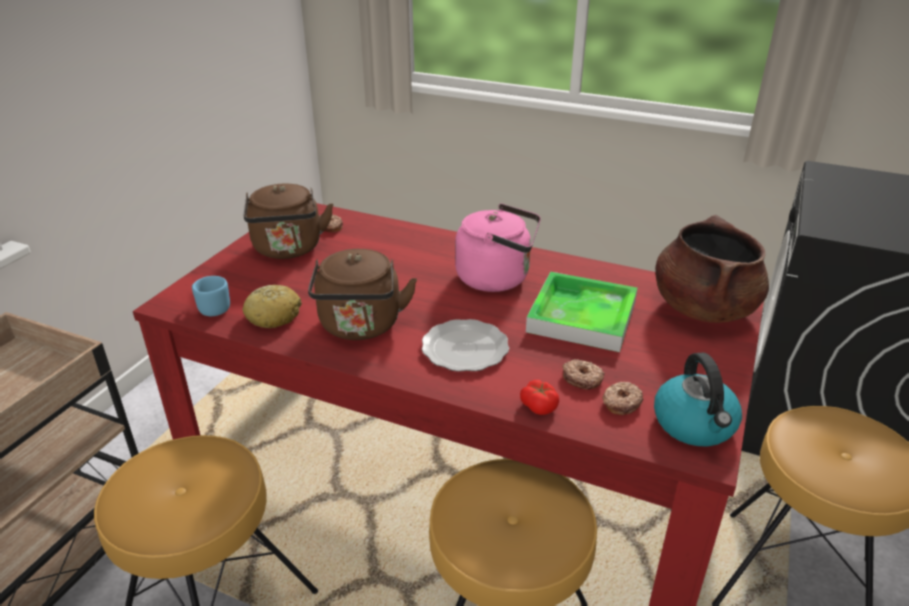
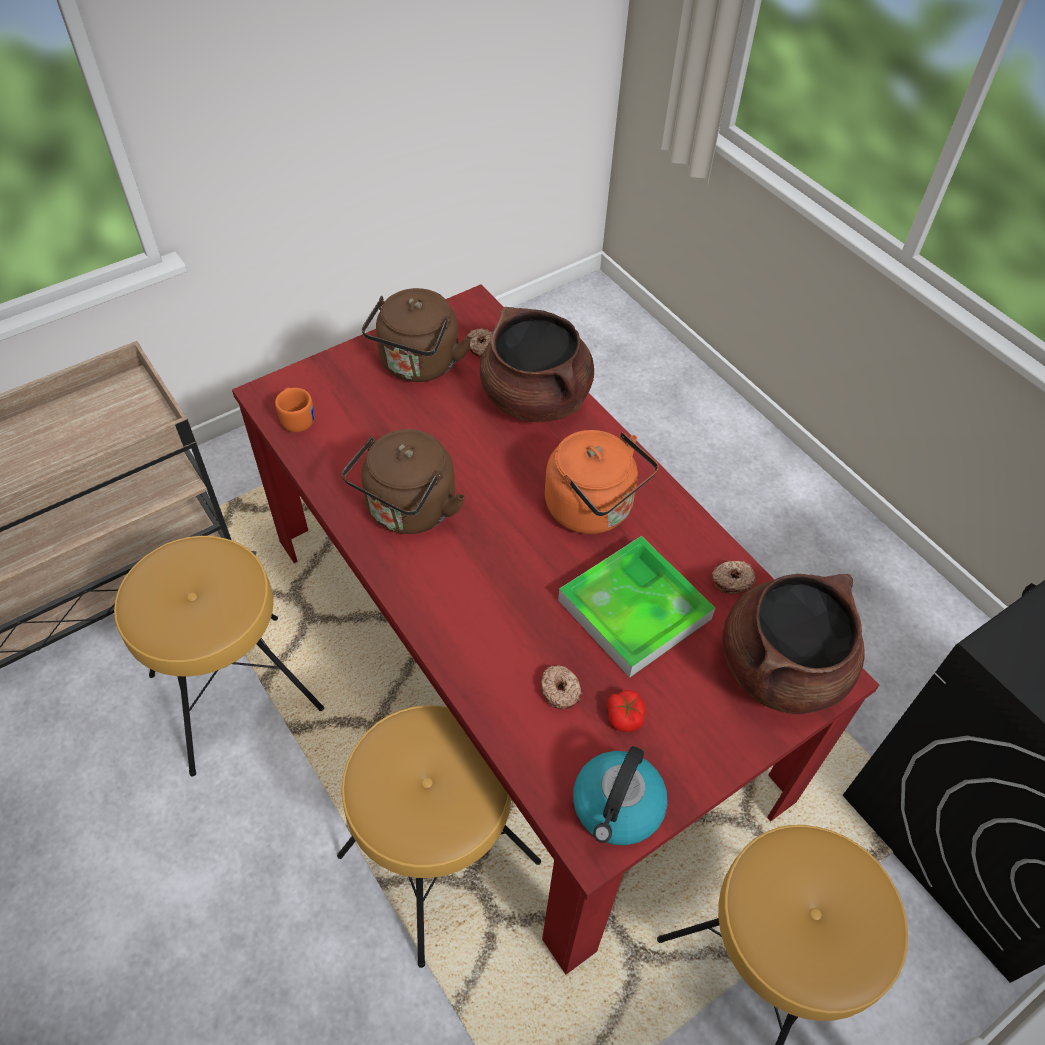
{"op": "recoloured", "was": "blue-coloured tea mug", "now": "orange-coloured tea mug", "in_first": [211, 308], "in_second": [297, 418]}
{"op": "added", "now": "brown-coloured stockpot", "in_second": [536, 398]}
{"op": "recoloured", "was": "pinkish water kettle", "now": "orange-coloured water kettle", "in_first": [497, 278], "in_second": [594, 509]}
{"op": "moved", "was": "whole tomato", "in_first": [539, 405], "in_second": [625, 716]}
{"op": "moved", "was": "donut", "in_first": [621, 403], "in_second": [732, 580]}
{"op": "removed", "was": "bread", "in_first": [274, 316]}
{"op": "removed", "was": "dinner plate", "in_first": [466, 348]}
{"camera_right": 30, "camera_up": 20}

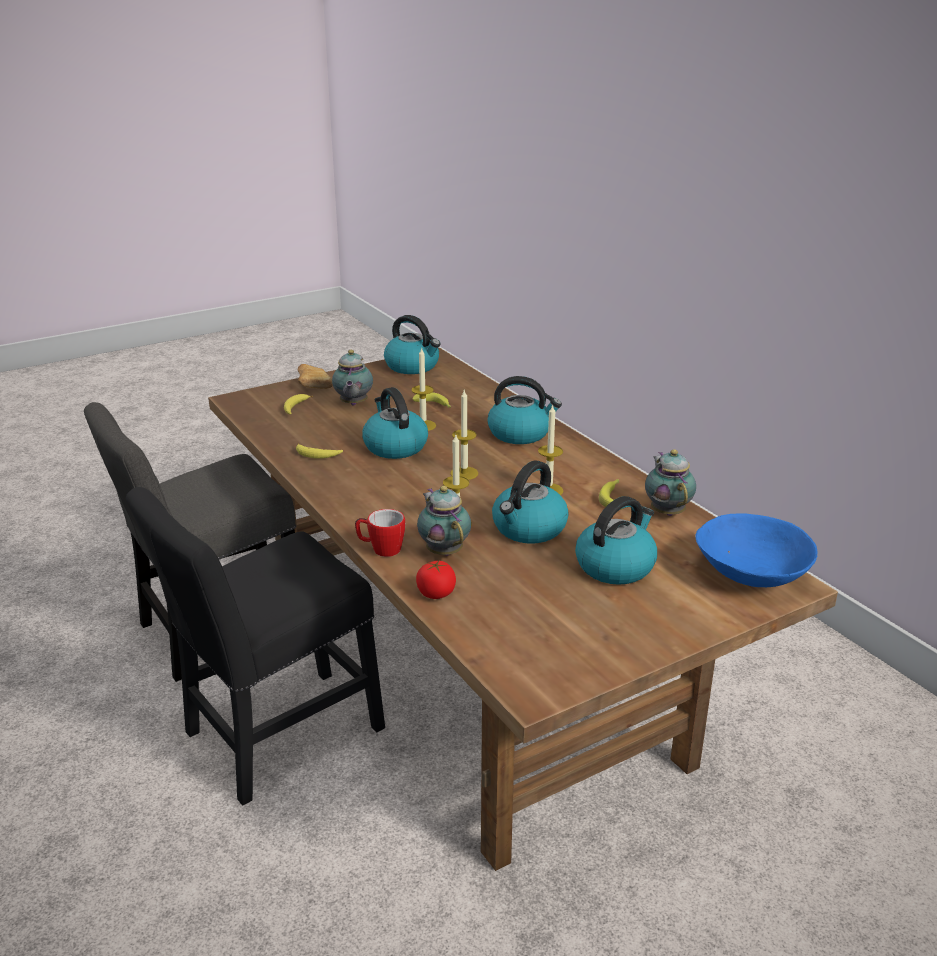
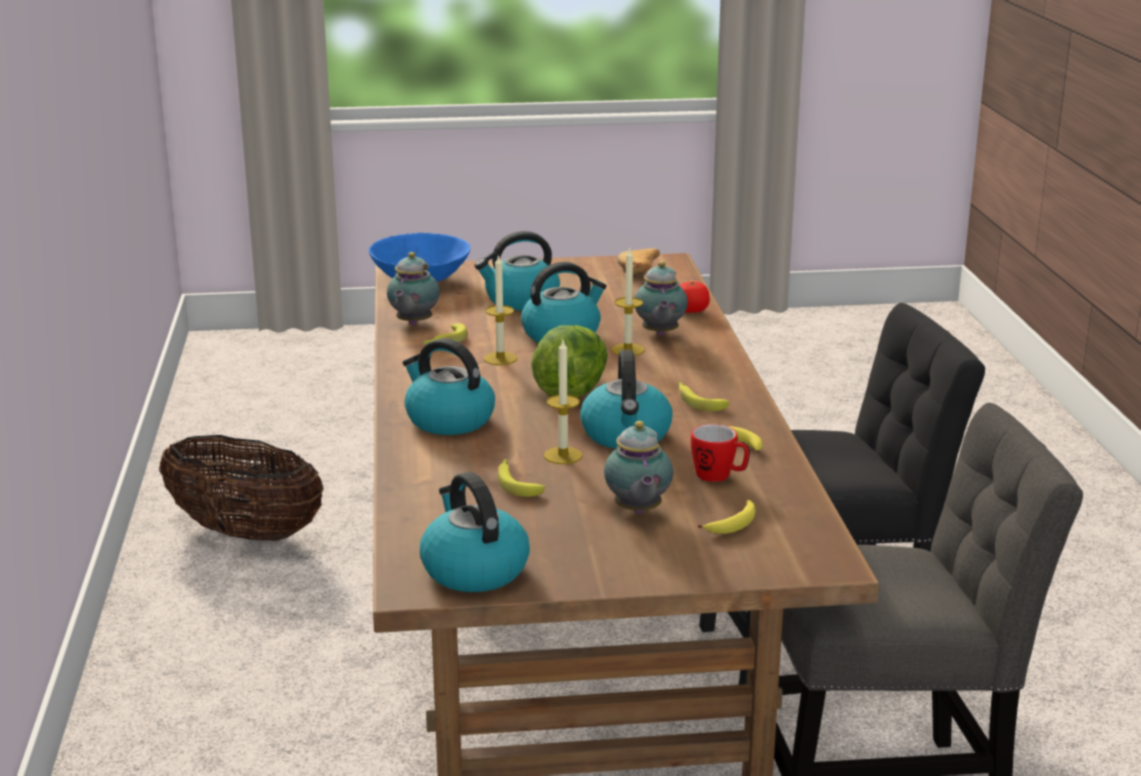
{"op": "added", "now": "household basket", "in_second": [245, 533]}
{"op": "replaced", "was": "wax light", "now": "lettuce head", "in_first": [464, 473], "in_second": [571, 390]}
{"op": "turned", "was": "teapot", "in_first": [353, 404], "in_second": [637, 511], "clockwise": 150}
{"op": "moved", "was": "bread", "in_first": [312, 383], "in_second": [638, 272]}
{"op": "added", "now": "banana", "in_second": [698, 401]}
{"op": "moved", "was": "tea mug", "in_first": [381, 549], "in_second": [719, 476]}
{"camera_right": -155, "camera_up": -5}

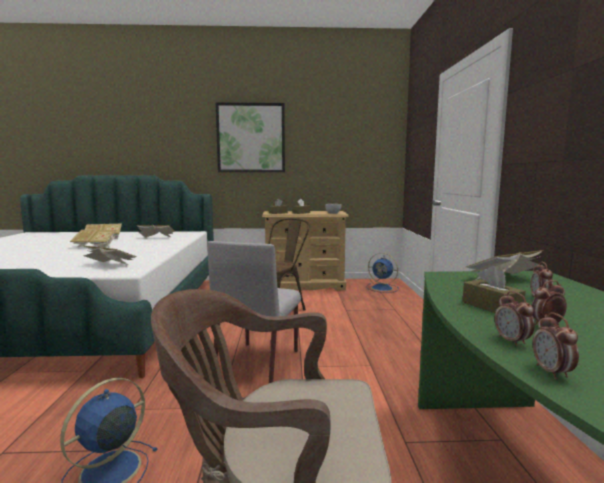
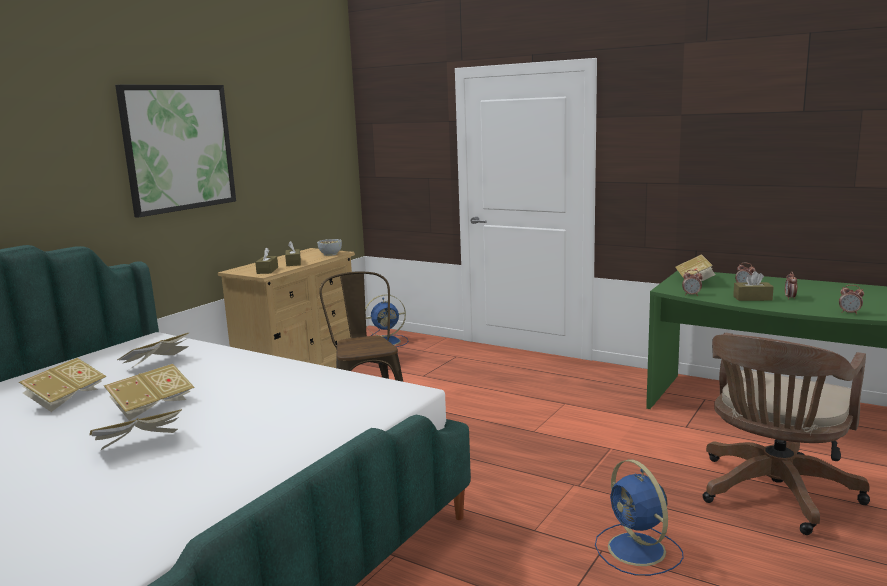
{"op": "moved", "was": "bound book", "in_first": [109, 265], "in_second": [139, 446]}
{"op": "moved", "was": "table clock", "in_first": [512, 341], "in_second": [691, 295]}
{"op": "removed", "was": "greyish plain chair", "in_first": [258, 363]}
{"camera_right": -55, "camera_up": 5}

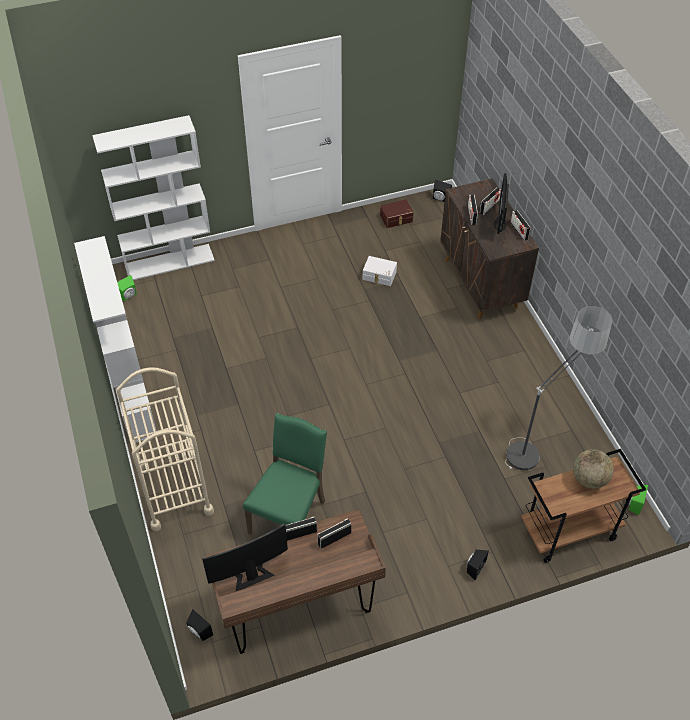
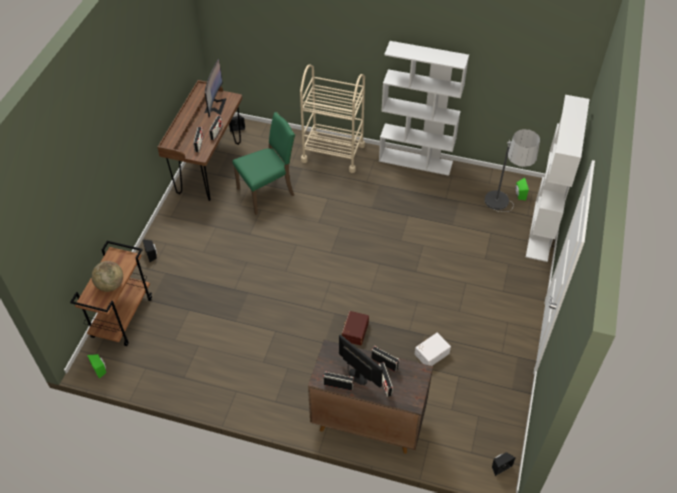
{"op": "turned", "was": "green plain chair", "in_first": [290, 516], "in_second": [267, 192], "clockwise": -90}
{"op": "moved", "was": "brown-coloured storage box", "in_first": [396, 219], "in_second": [354, 331]}
{"op": "moved", "was": "floor lamp", "in_first": [540, 442], "in_second": [500, 216]}
{"camera_right": 125, "camera_up": 0}

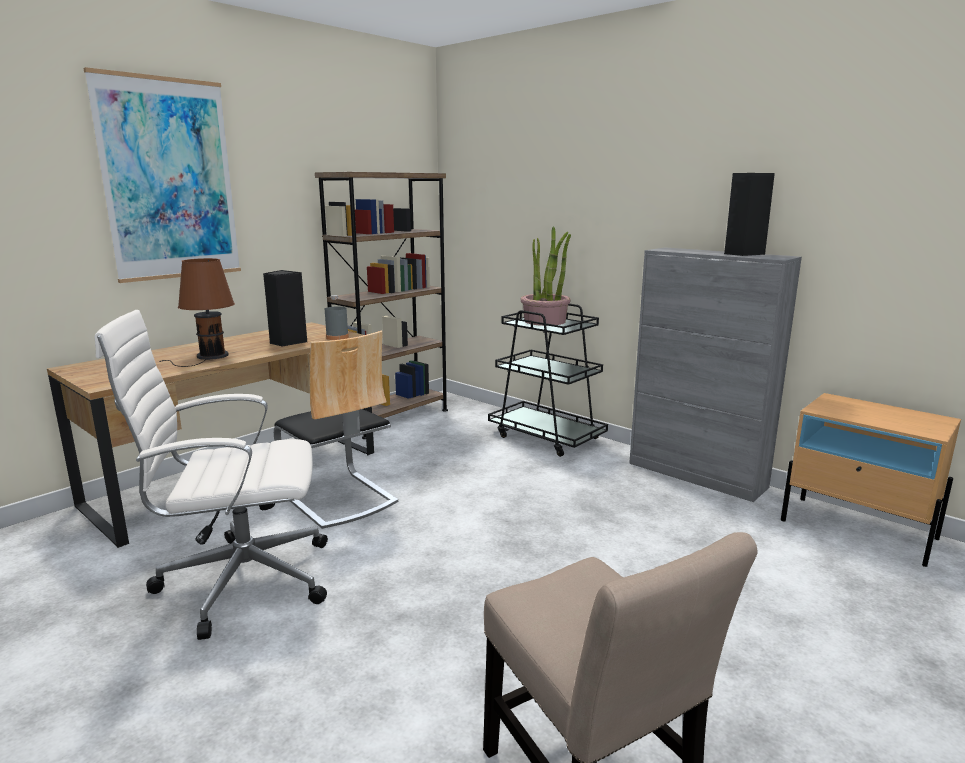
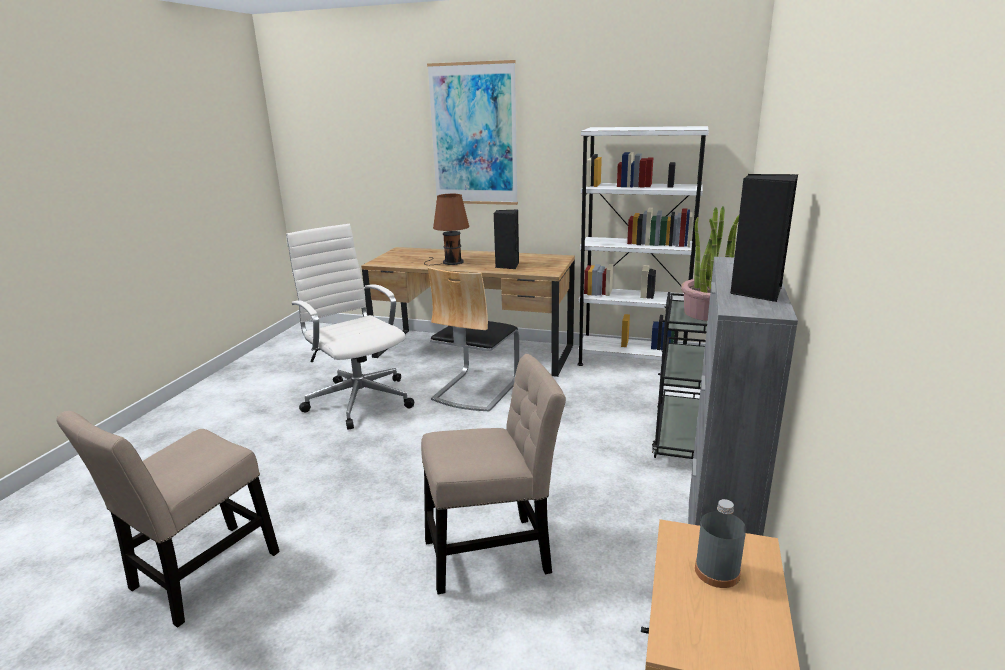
{"op": "added", "now": "beige plain chair", "in_second": [493, 553]}
{"op": "recoloured", "was": "brown-coloured bookshelf", "now": "whitish bookshelf", "in_first": [393, 418], "in_second": [632, 361]}
{"op": "moved", "was": "greyish bottle", "in_first": [337, 337], "in_second": [717, 571]}
{"camera_right": 65, "camera_up": 5}

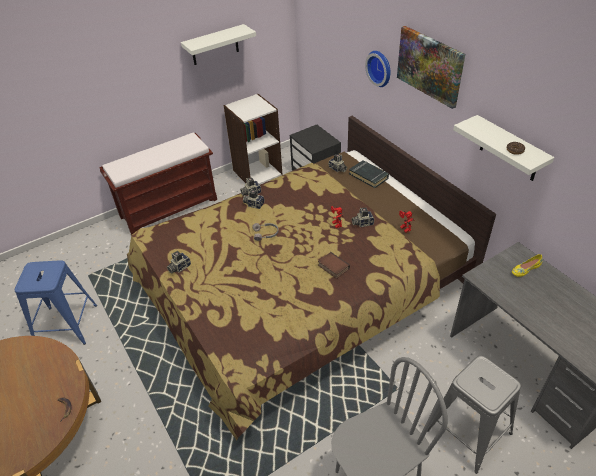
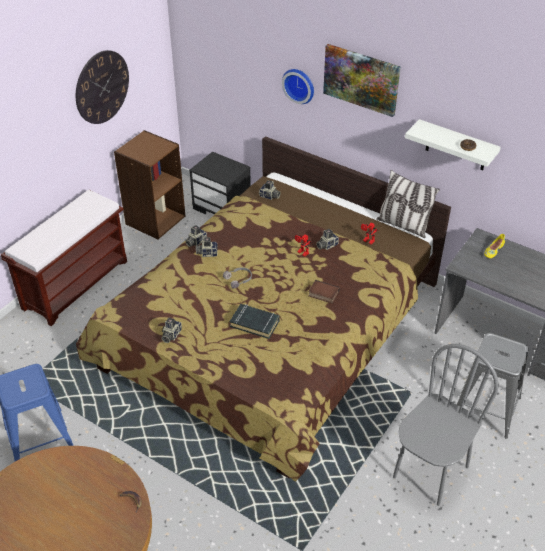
{"op": "replaced", "was": "whitish shelf", "now": "hanging clock", "in_first": [214, 45], "in_second": [102, 87]}
{"op": "recoloured", "was": "whitish bookshelf", "now": "brown-coloured bookshelf", "in_first": [257, 172], "in_second": [155, 220]}
{"op": "moved", "was": "blackish bound book", "in_first": [368, 176], "in_second": [255, 323]}
{"op": "added", "now": "throw pillow", "in_second": [403, 225]}
{"camera_right": -25, "camera_up": 0}

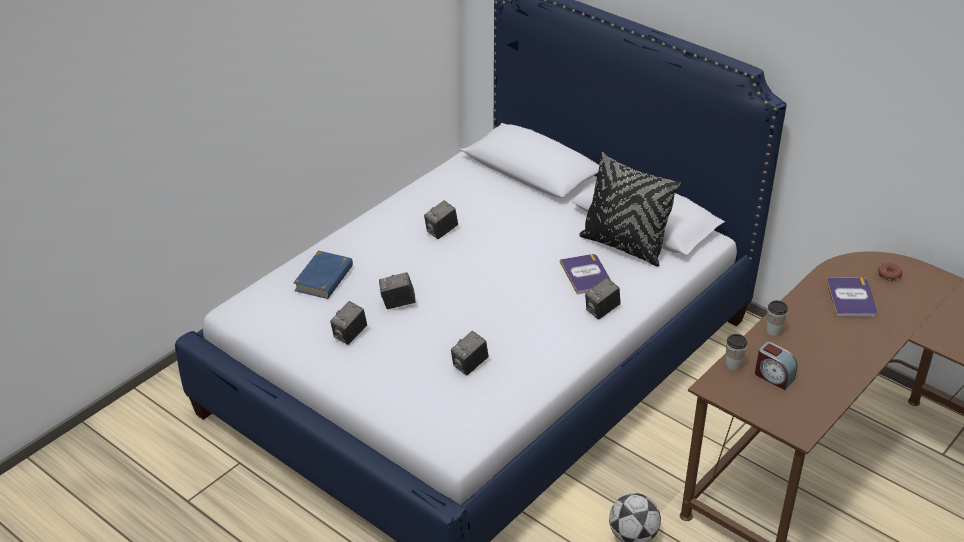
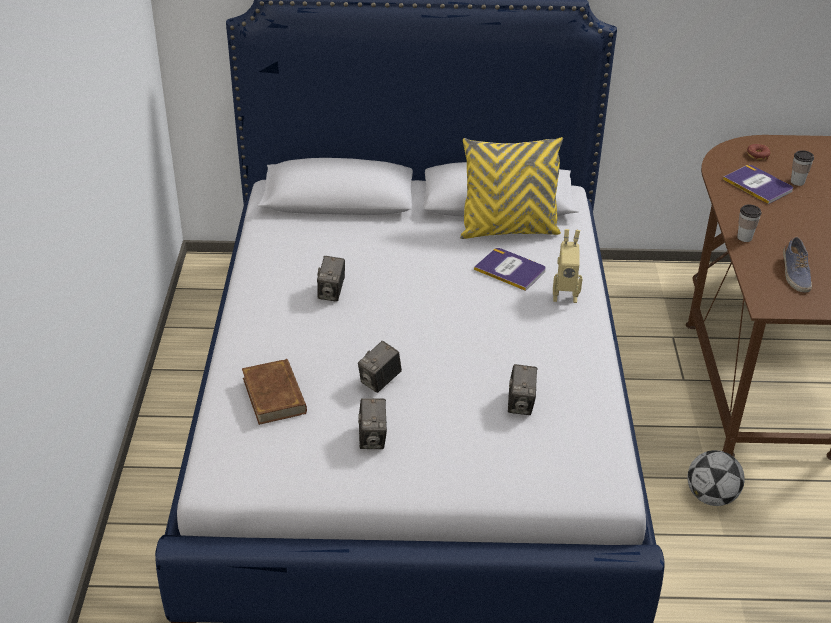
{"op": "recoloured", "was": "blue-coloured bound book", "now": "brown-coloured bound book", "in_first": [324, 278], "in_second": [274, 395]}
{"op": "recoloured", "was": "blackish throw pillow", "now": "yellow throw pillow", "in_first": [624, 246], "in_second": [508, 230]}
{"op": "replaced", "was": "still camera", "now": "toy robot", "in_first": [602, 311], "in_second": [564, 295]}
{"op": "replaced", "was": "table clock", "now": "low shoe", "in_first": [773, 377], "in_second": [794, 274]}
{"op": "moved", "was": "cup", "in_first": [733, 365], "in_second": [797, 182]}
{"camera_right": -40, "camera_up": 0}

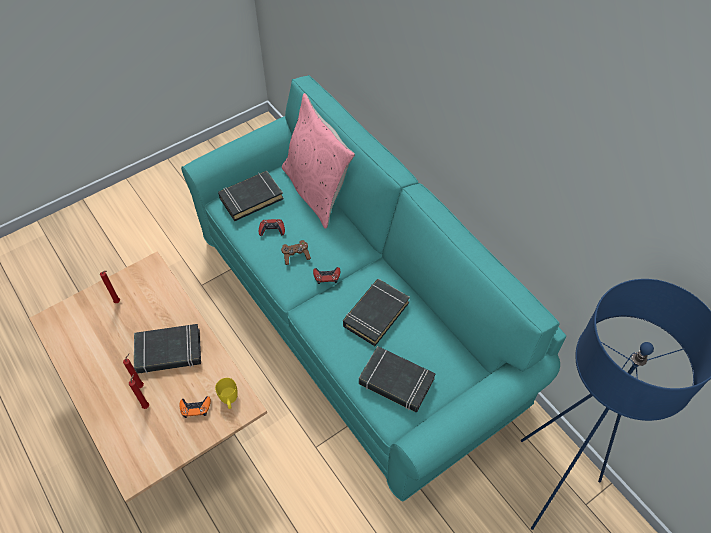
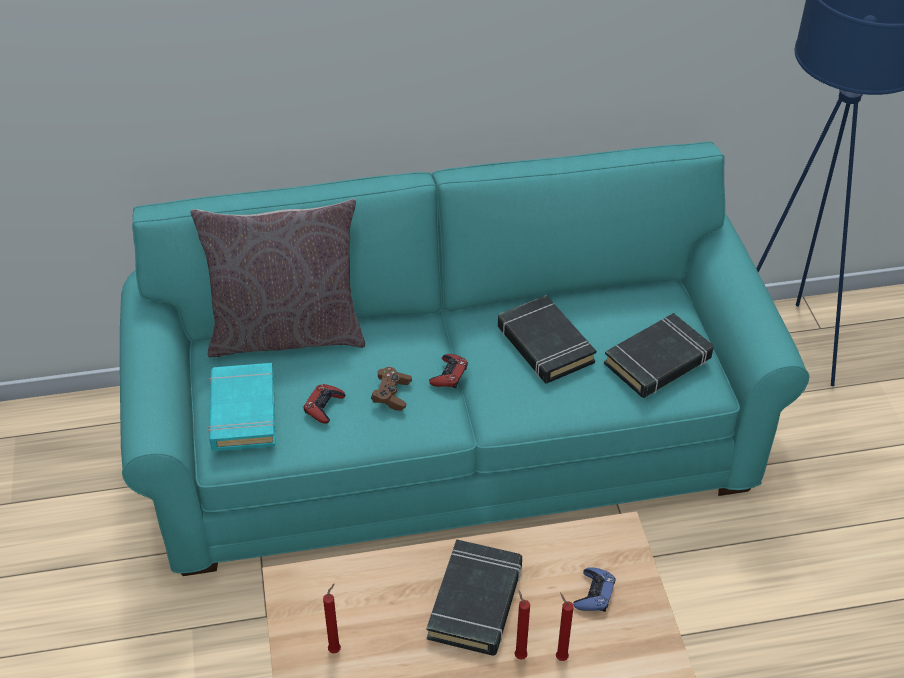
{"op": "recoloured", "was": "pinkish throw pillow", "now": "greyish throw pillow", "in_first": [317, 191], "in_second": [287, 333]}
{"op": "recoloured", "was": "blackish bound book", "now": "turquoise-coloured bound book", "in_first": [251, 198], "in_second": [243, 412]}
{"op": "recoloured", "was": "orange-coloured game controller", "now": "blue-coloured game controller", "in_first": [195, 408], "in_second": [594, 594]}
{"op": "removed", "was": "yellow tea mug", "in_first": [229, 400]}
{"camera_right": -65, "camera_up": -10}

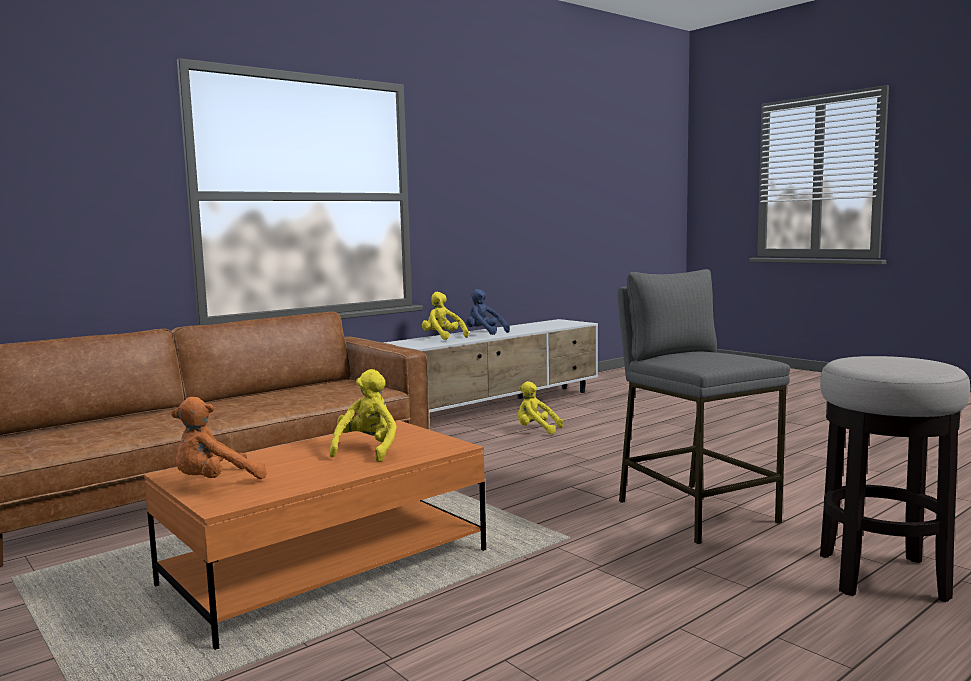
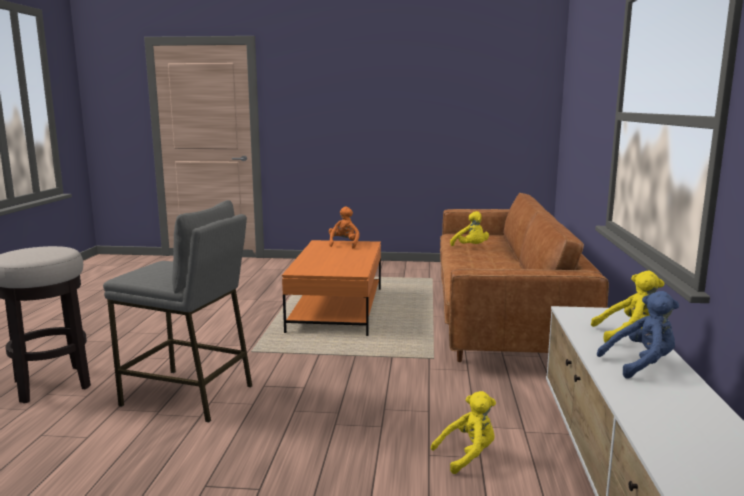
{"op": "moved", "was": "yellow plush toy", "in_first": [367, 450], "in_second": [471, 247]}
{"camera_right": 135, "camera_up": 5}

